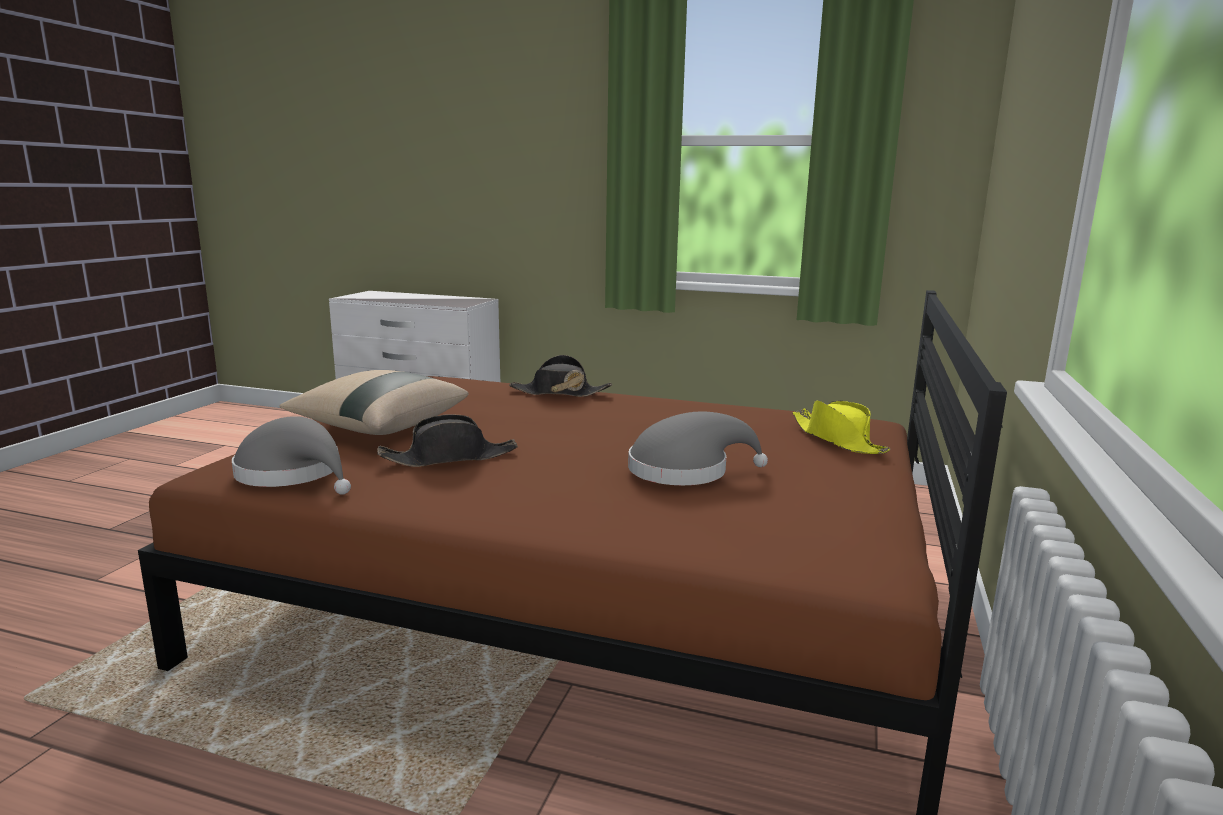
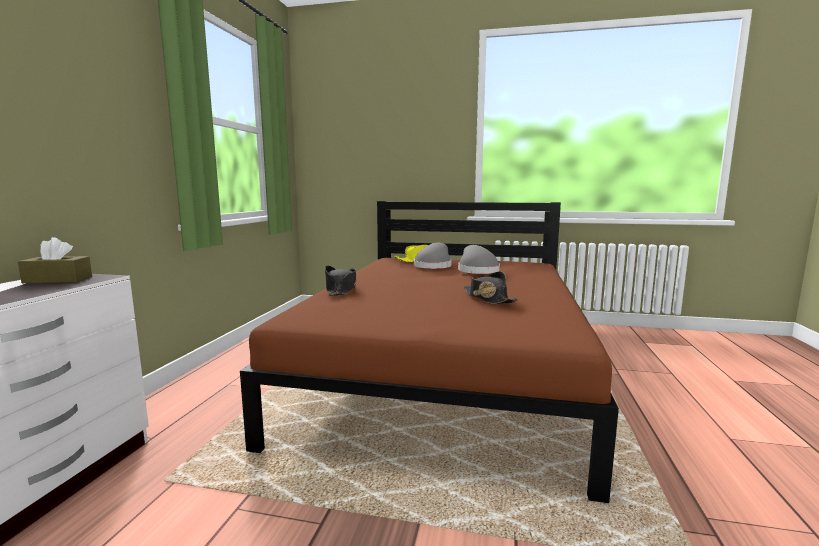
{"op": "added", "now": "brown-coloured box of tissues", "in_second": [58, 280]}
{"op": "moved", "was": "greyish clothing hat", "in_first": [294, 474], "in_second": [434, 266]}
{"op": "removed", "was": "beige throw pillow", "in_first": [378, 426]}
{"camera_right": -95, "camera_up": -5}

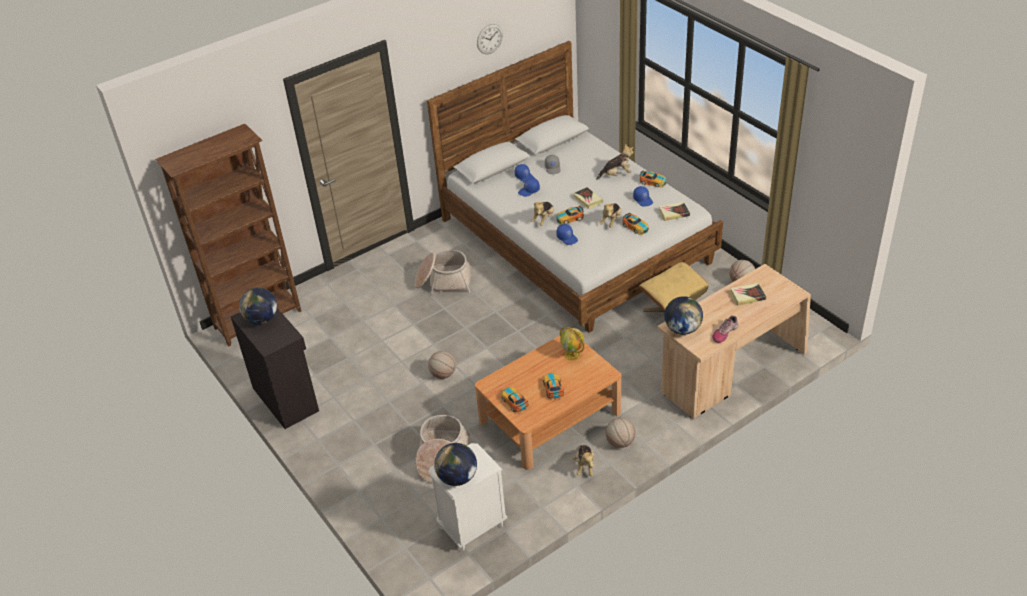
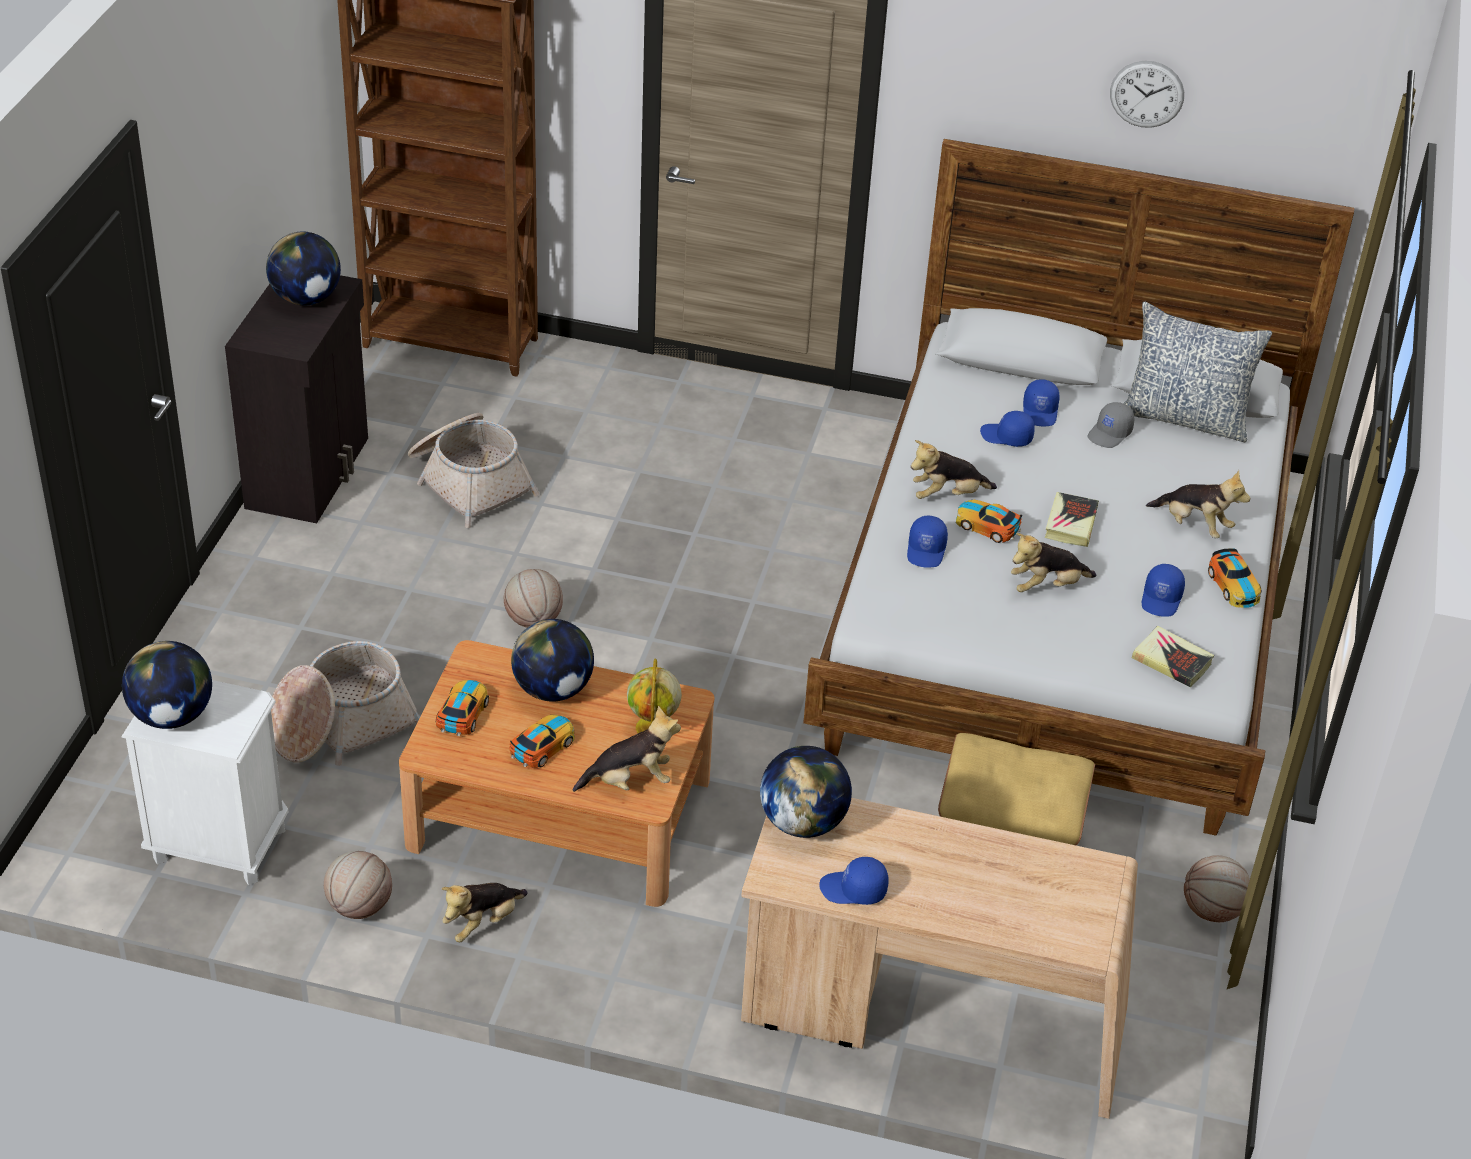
{"op": "moved", "was": "basketball ball", "in_first": [620, 442], "in_second": [359, 906]}
{"op": "moved", "was": "household basket", "in_first": [443, 281], "in_second": [469, 481]}
{"op": "added", "now": "world globe", "in_second": [553, 689]}
{"op": "added", "now": "plush toy", "in_second": [630, 781]}
{"op": "replaced", "was": "low shoe", "now": "blue-coloured peaked cap", "in_first": [724, 333], "in_second": [853, 890]}
{"op": "added", "now": "throw pillow", "in_second": [1184, 417]}
{"op": "removed", "was": "model car", "in_first": [635, 227]}
{"op": "removed", "was": "bound book", "in_first": [747, 296]}
{"camera_right": 45, "camera_up": 0}

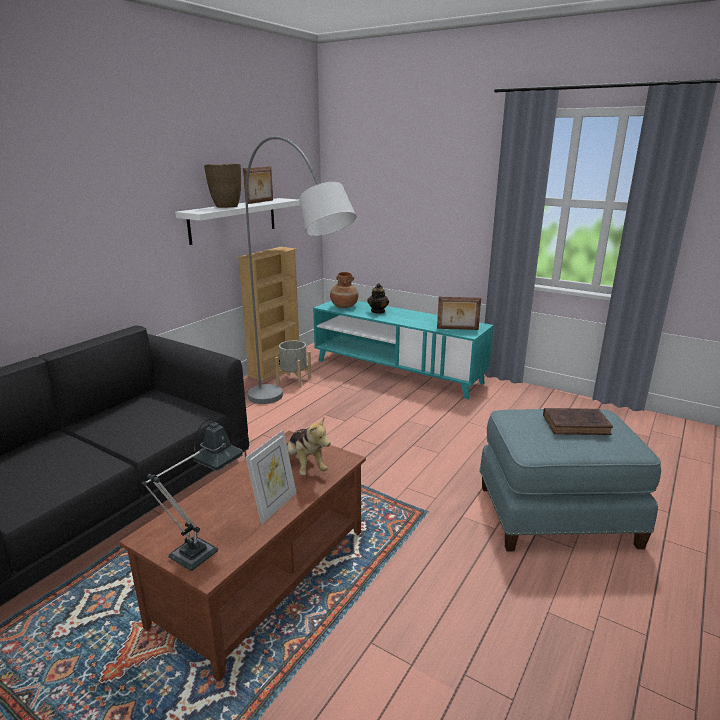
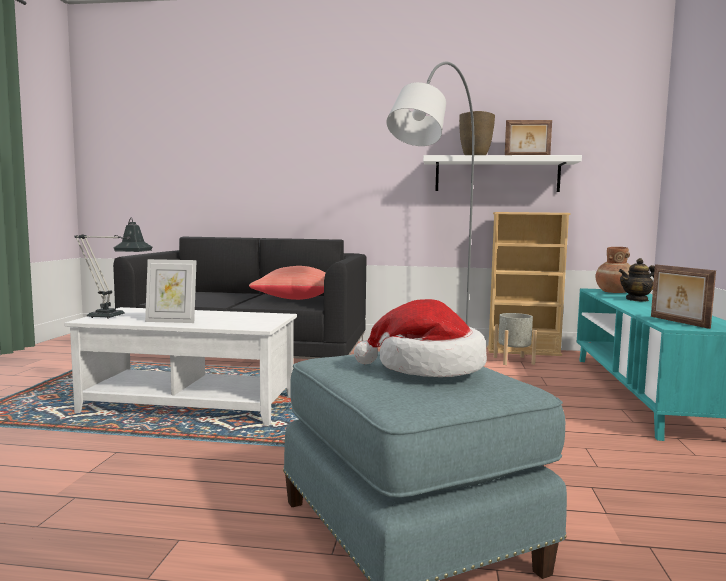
{"op": "recoloured", "was": "brown-coloured low table", "now": "whitish low table", "in_first": [262, 574], "in_second": [190, 404]}
{"op": "added", "now": "reddish throw pillow", "in_second": [297, 298]}
{"op": "replaced", "was": "brown-coloured bound book", "now": "clothing hat", "in_first": [577, 425], "in_second": [427, 368]}
{"op": "removed", "was": "plush toy", "in_first": [305, 466]}
{"camera_right": 65, "camera_up": -15}

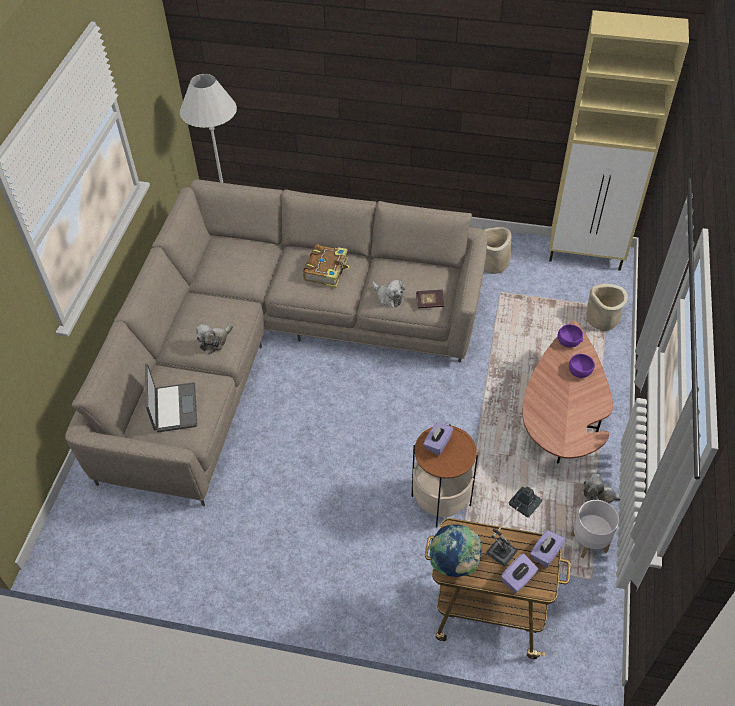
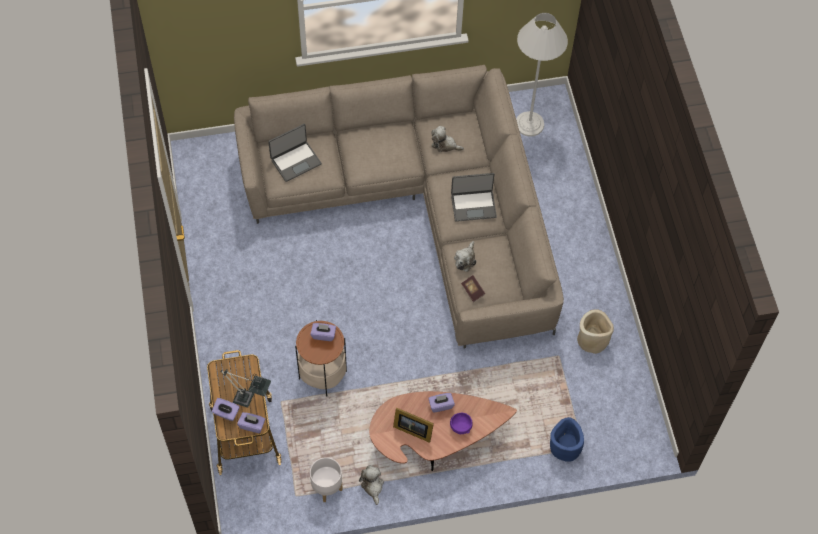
{"op": "added", "now": "picture frame", "in_second": [412, 429]}
{"op": "added", "now": "purple box of tissues", "in_second": [441, 405]}
{"op": "moved", "was": "plush toy", "in_first": [214, 341], "in_second": [445, 145]}
{"op": "replaced", "was": "bound book", "now": "notebook computer", "in_first": [327, 270], "in_second": [473, 205]}
{"op": "recoloured", "was": "beige planter", "now": "blue-coloured planter", "in_first": [602, 319], "in_second": [564, 447]}
{"op": "removed", "was": "world globe", "in_first": [454, 563]}
{"op": "removed", "was": "beige cabinet", "in_first": [586, 256]}
{"op": "removed", "was": "purple deep dish", "in_first": [568, 341]}
{"camera_right": 65, "camera_up": 10}

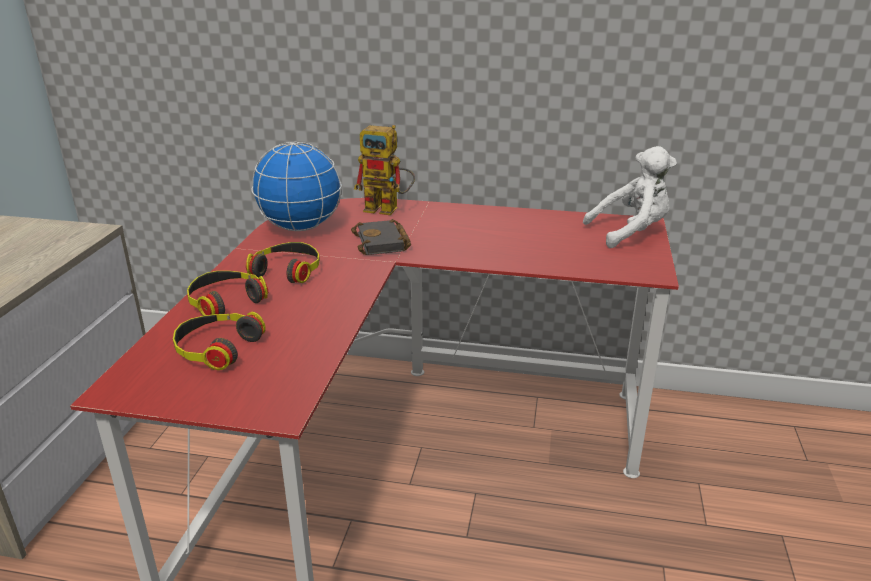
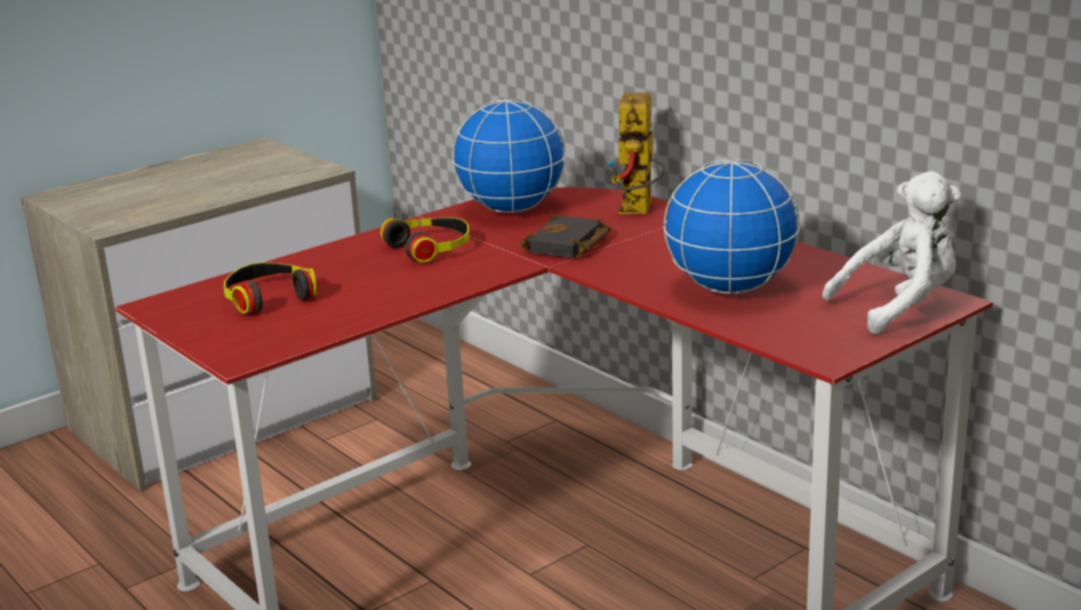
{"op": "turned", "was": "toy robot", "in_first": [388, 209], "in_second": [639, 211], "clockwise": 45}
{"op": "added", "now": "world globe", "in_second": [729, 288]}
{"op": "turned", "was": "whitish plush toy", "in_first": [631, 232], "in_second": [899, 307], "clockwise": -45}
{"op": "removed", "was": "headphones", "in_first": [225, 300]}
{"camera_right": 40, "camera_up": -5}

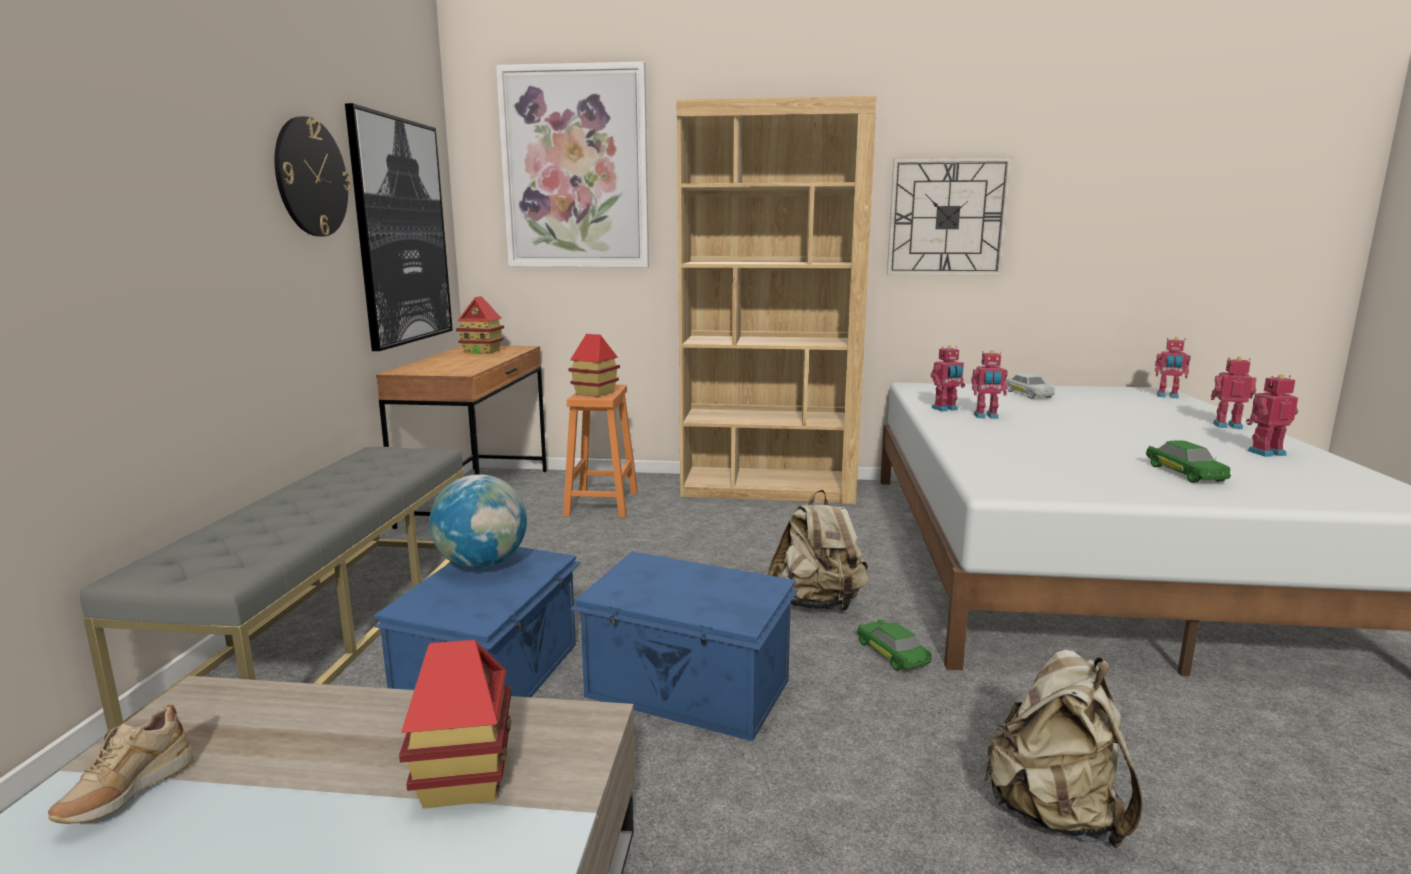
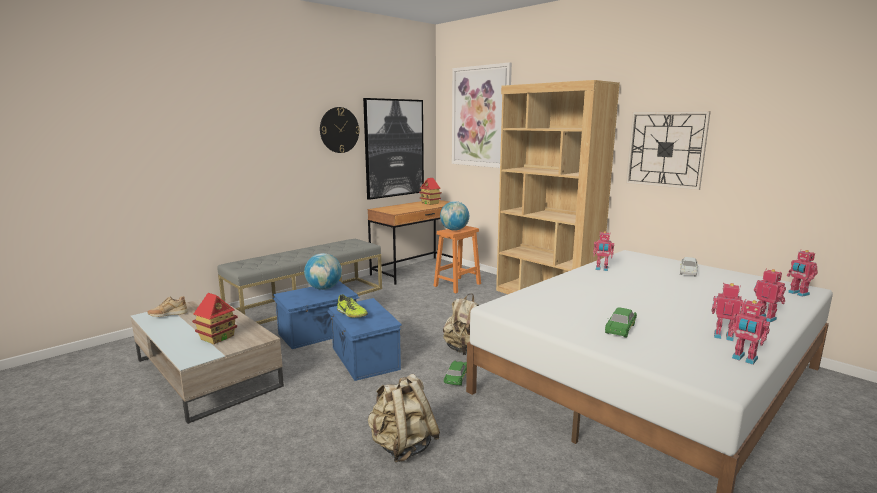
{"op": "added", "now": "low shoe", "in_second": [351, 314]}
{"op": "replaced", "was": "model house", "now": "world globe", "in_first": [595, 393], "in_second": [454, 230]}
{"op": "moved", "was": "toy robot", "in_first": [986, 416], "in_second": [744, 359]}
{"camera_right": 40, "camera_up": 0}

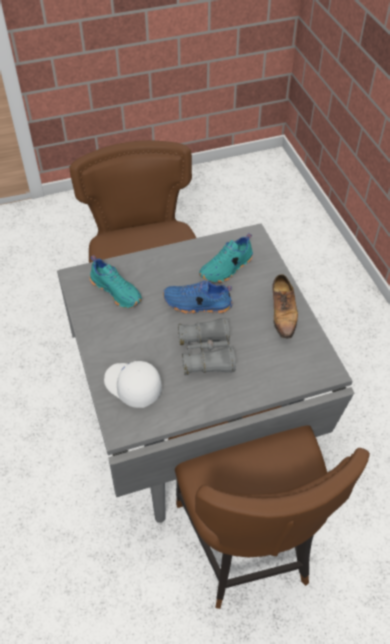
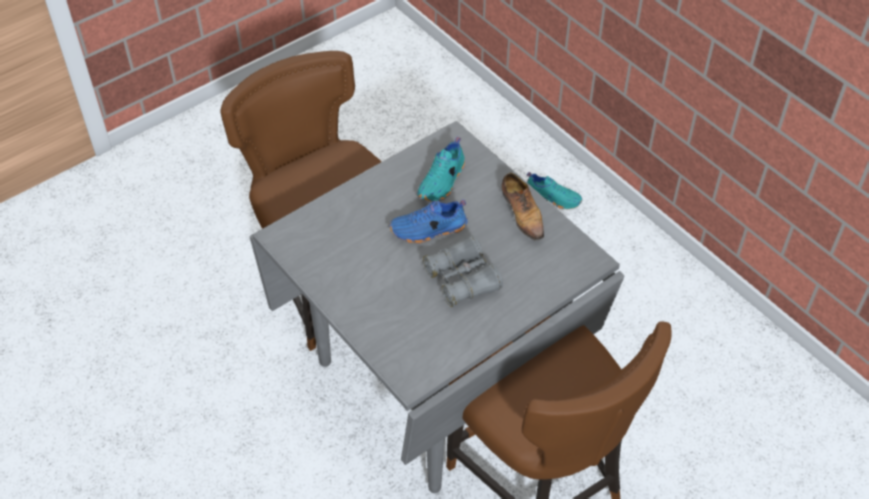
{"op": "moved", "was": "turquoise-coloured low shoe", "in_first": [117, 291], "in_second": [552, 197]}
{"op": "removed", "was": "whitish peaked cap", "in_first": [132, 387]}
{"camera_right": -20, "camera_up": 0}

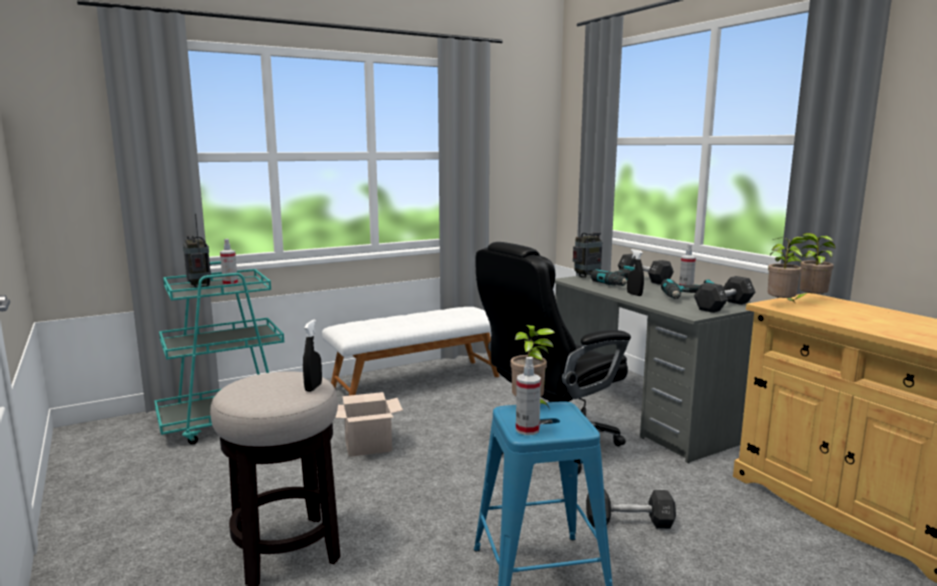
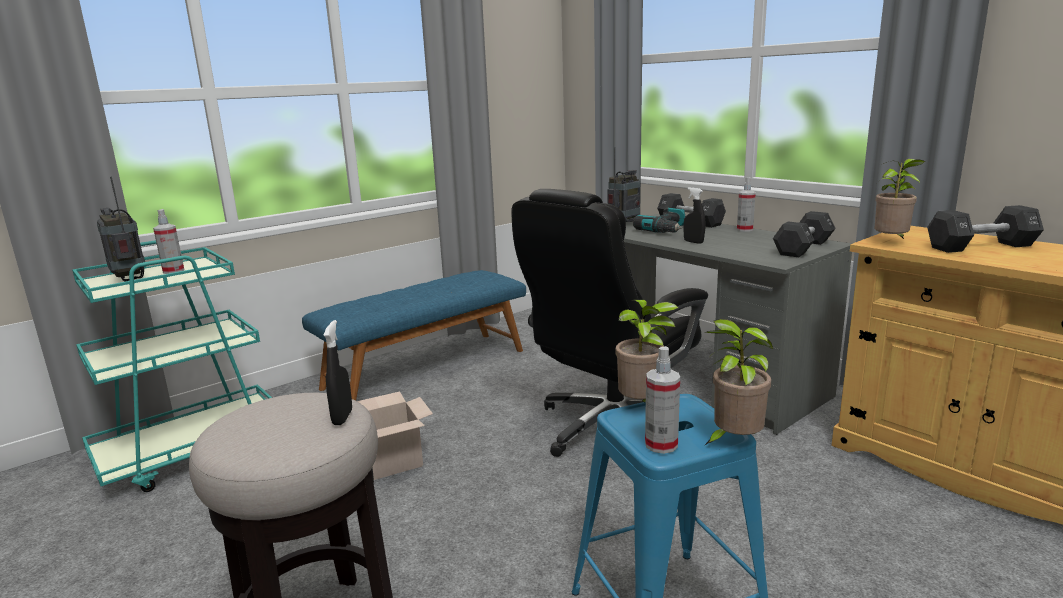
{"op": "recoloured", "was": "whitish bench", "now": "blue-coloured bench", "in_first": [416, 382], "in_second": [426, 368]}
{"op": "moved", "was": "plant in a pot", "in_first": [810, 301], "in_second": [733, 441]}
{"op": "moved", "was": "blackish dumbbell", "in_first": [629, 522], "in_second": [981, 246]}
{"op": "removed", "was": "power drill", "in_first": [687, 298]}
{"camera_right": -10, "camera_up": 5}

